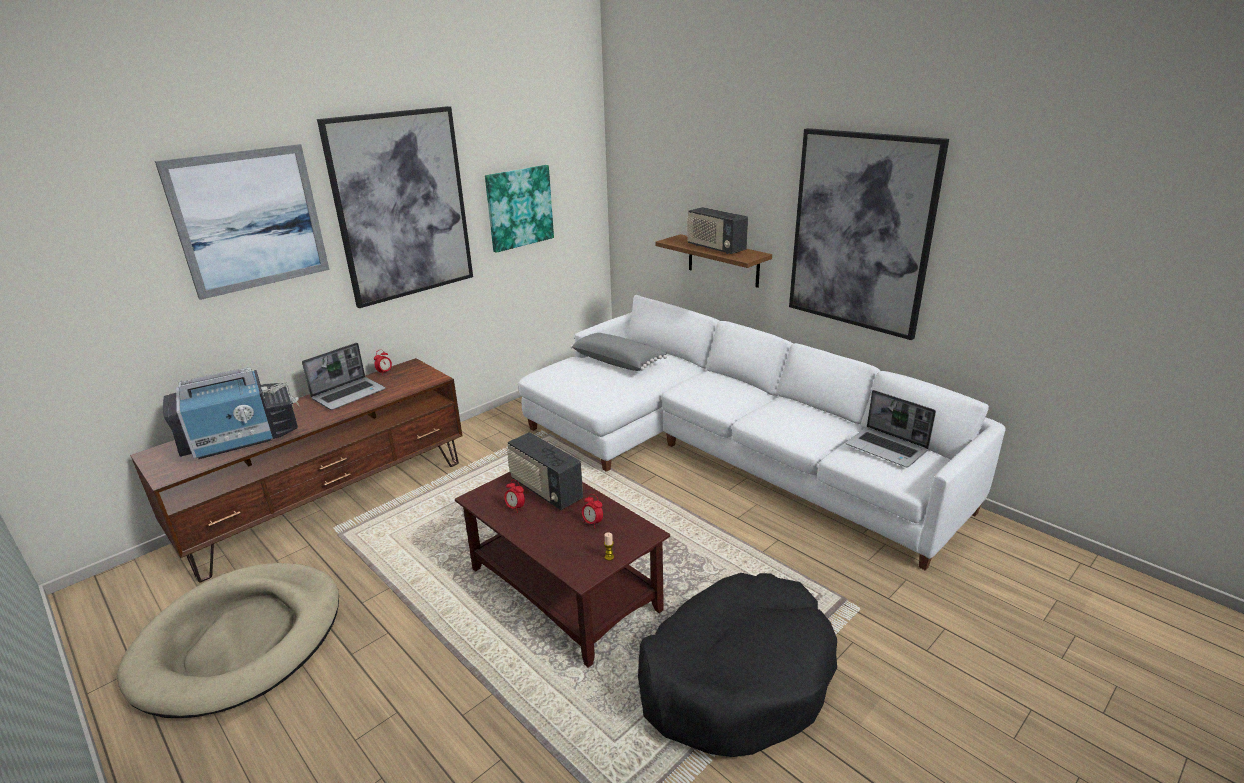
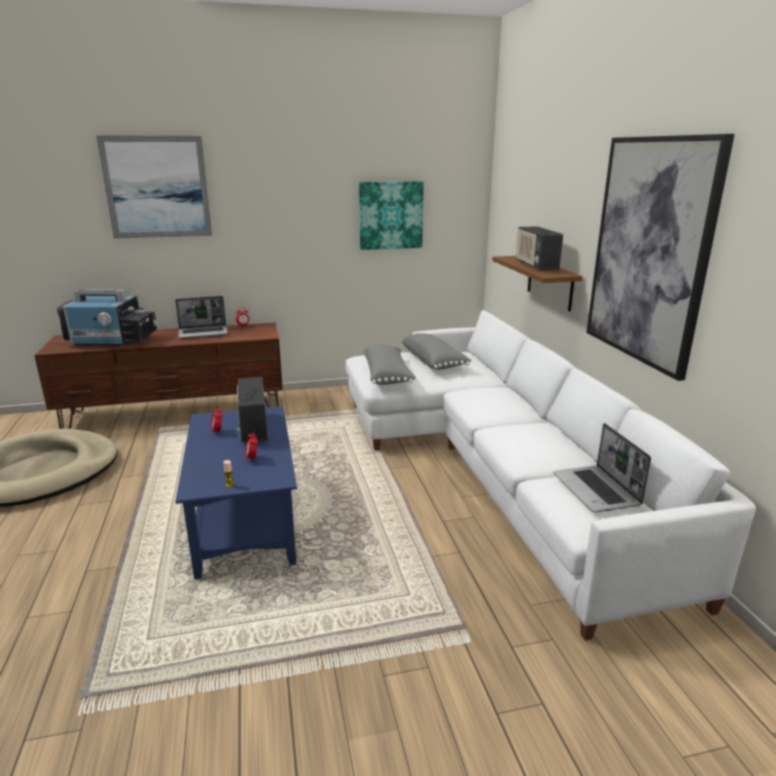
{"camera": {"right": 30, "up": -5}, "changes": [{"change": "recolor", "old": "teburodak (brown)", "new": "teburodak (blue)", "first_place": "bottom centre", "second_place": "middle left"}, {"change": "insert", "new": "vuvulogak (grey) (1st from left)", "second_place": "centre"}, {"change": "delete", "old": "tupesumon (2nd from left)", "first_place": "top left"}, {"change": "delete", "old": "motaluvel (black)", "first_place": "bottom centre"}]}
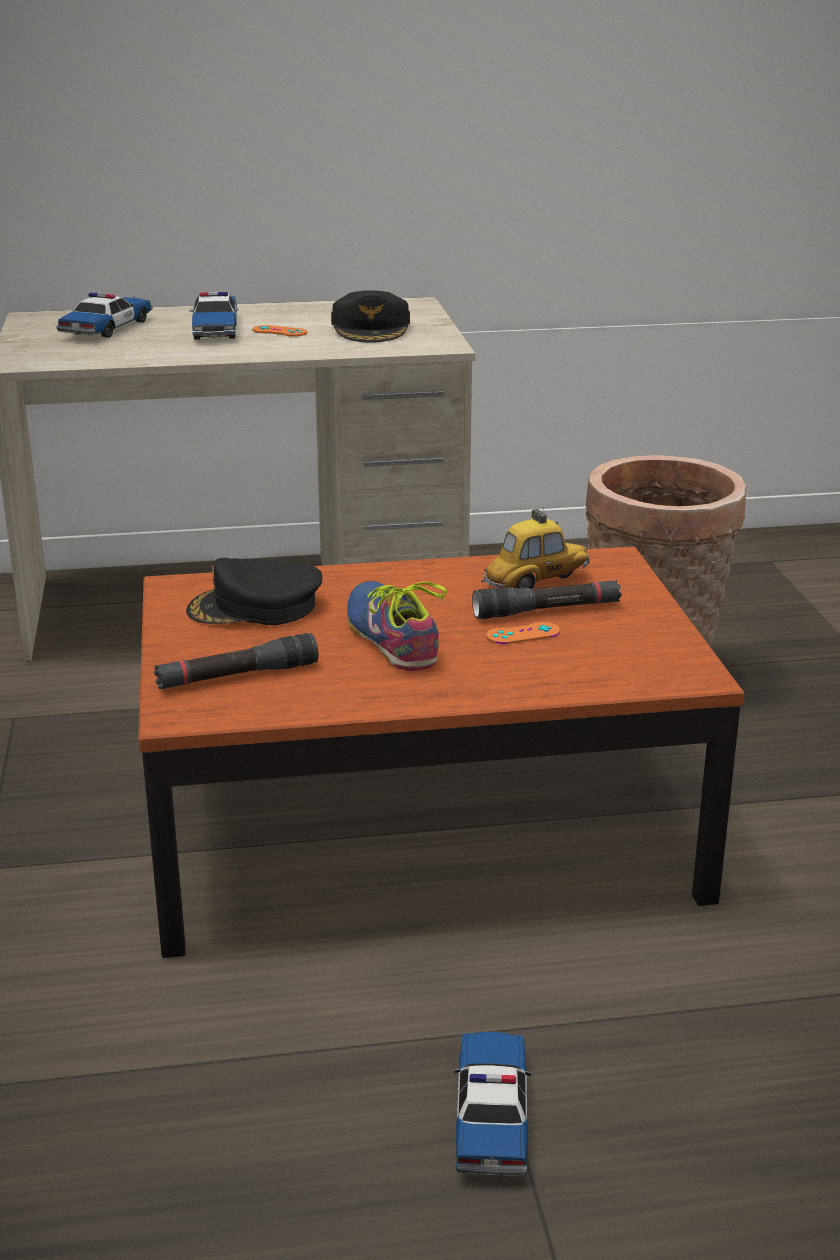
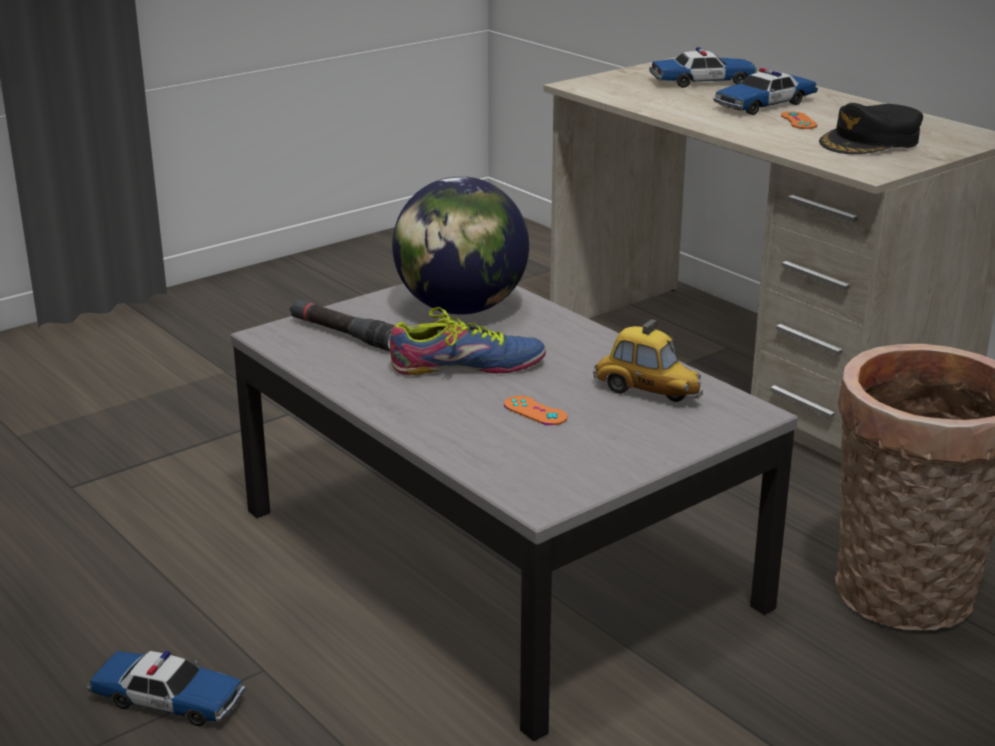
{"camera": {"right": 60, "up": 0}, "changes": [{"change": "rotate", "old": "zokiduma (3rd from left in the first image)", "first_place": "bottom centre", "second_place": "bottom left", "degrees": 45}, {"change": "recolor", "old": "teburodak (brown)", "new": "teburodak (grey)", "first_place": "centre", "second_place": "bottom centre"}, {"change": "rotate", "old": "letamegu", "first_place": "centre", "second_place": "centre", "degrees": 45}, {"change": "replace", "old": "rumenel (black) (1st from left)", "new": "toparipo", "first_place": "middle left", "second_place": "top centre"}, {"change": "delete", "old": "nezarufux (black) (2nd from left)", "first_place": "centre"}]}
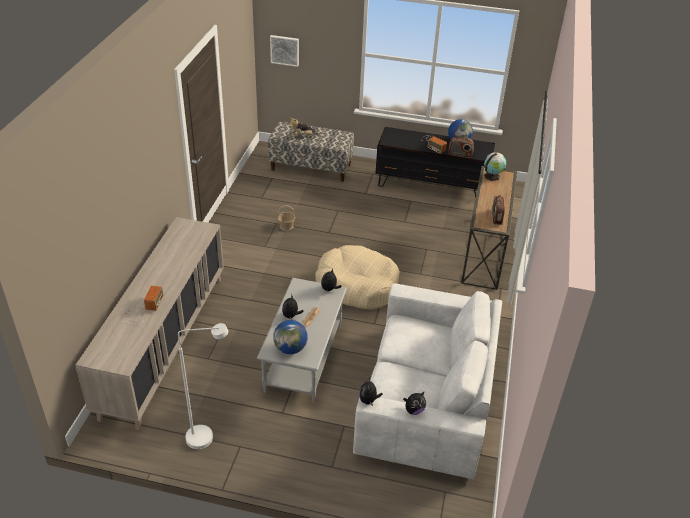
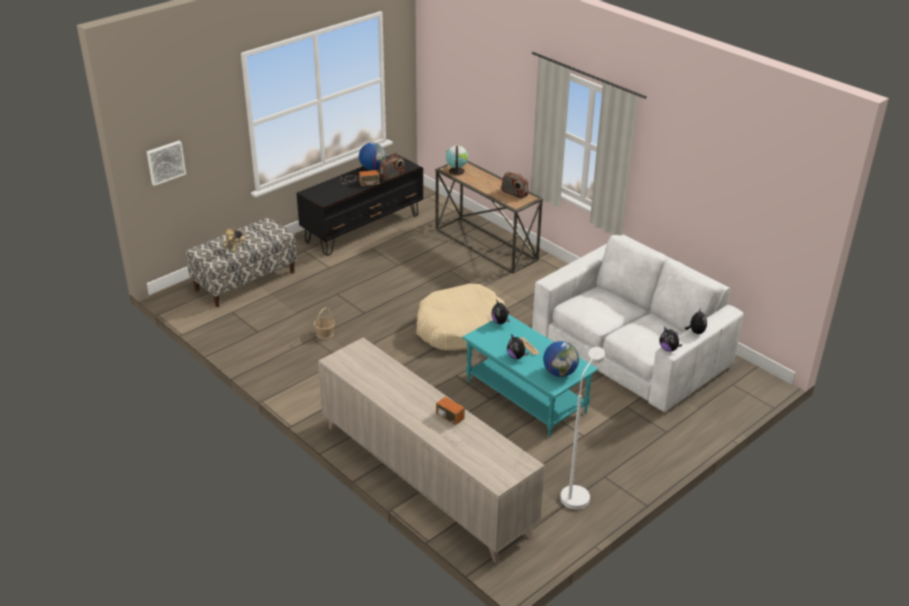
{"camera": {"right": -55, "up": -5}, "changes": [{"change": "recolor", "old": "teburodak (grey)", "new": "teburodak (turquoise)", "first_place": "centre", "second_place": "centre"}]}
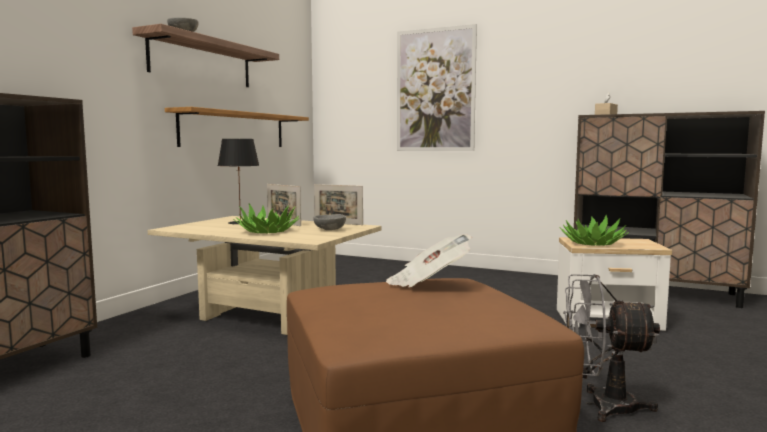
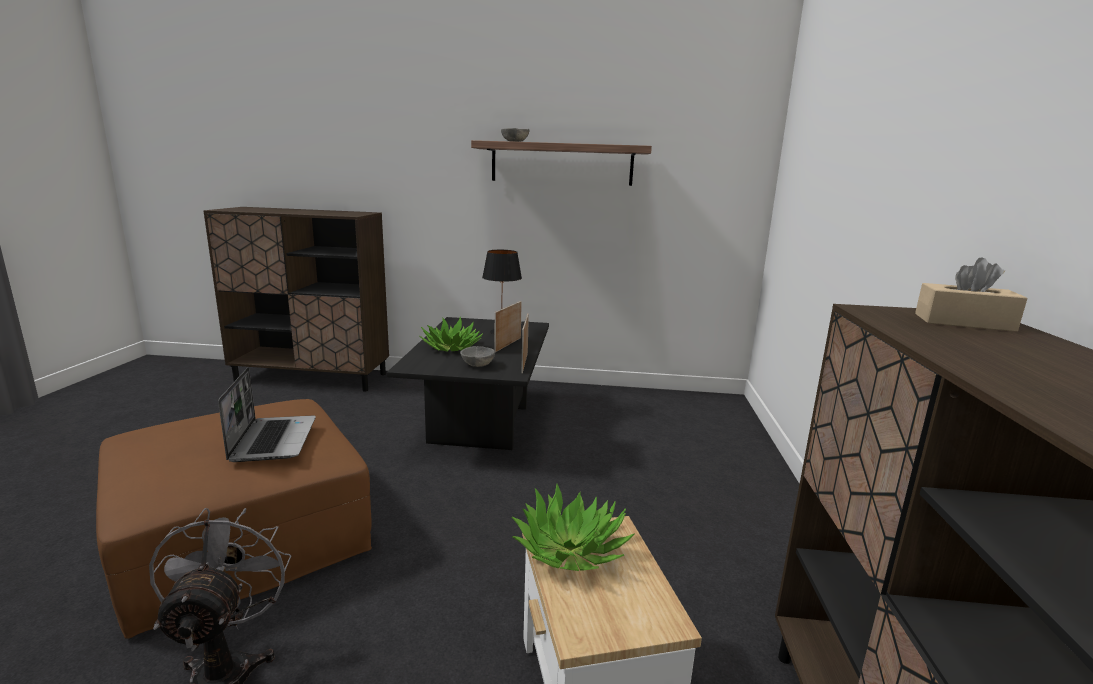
{"camera": {"right": 70, "up": 10}, "changes": [{"change": "replace", "old": "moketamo", "new": "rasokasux", "first_place": "centre", "second_place": "middle left"}, {"change": "recolor", "old": "teburodak (beige)", "new": "teburodak (black)", "first_place": "centre", "second_place": "centre"}, {"change": "delete", "old": "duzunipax (2nd from left)", "first_place": "top left"}, {"change": "delete", "old": "tupesumon", "first_place": "top centre"}]}
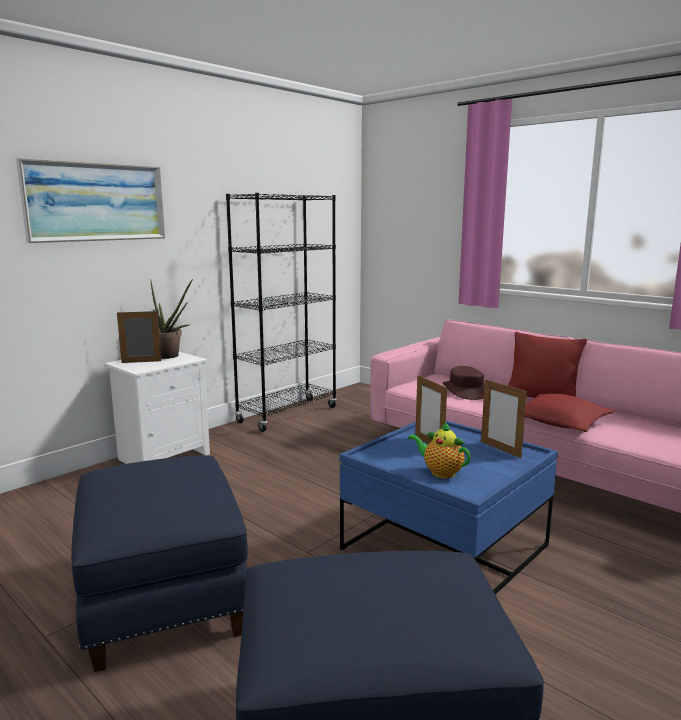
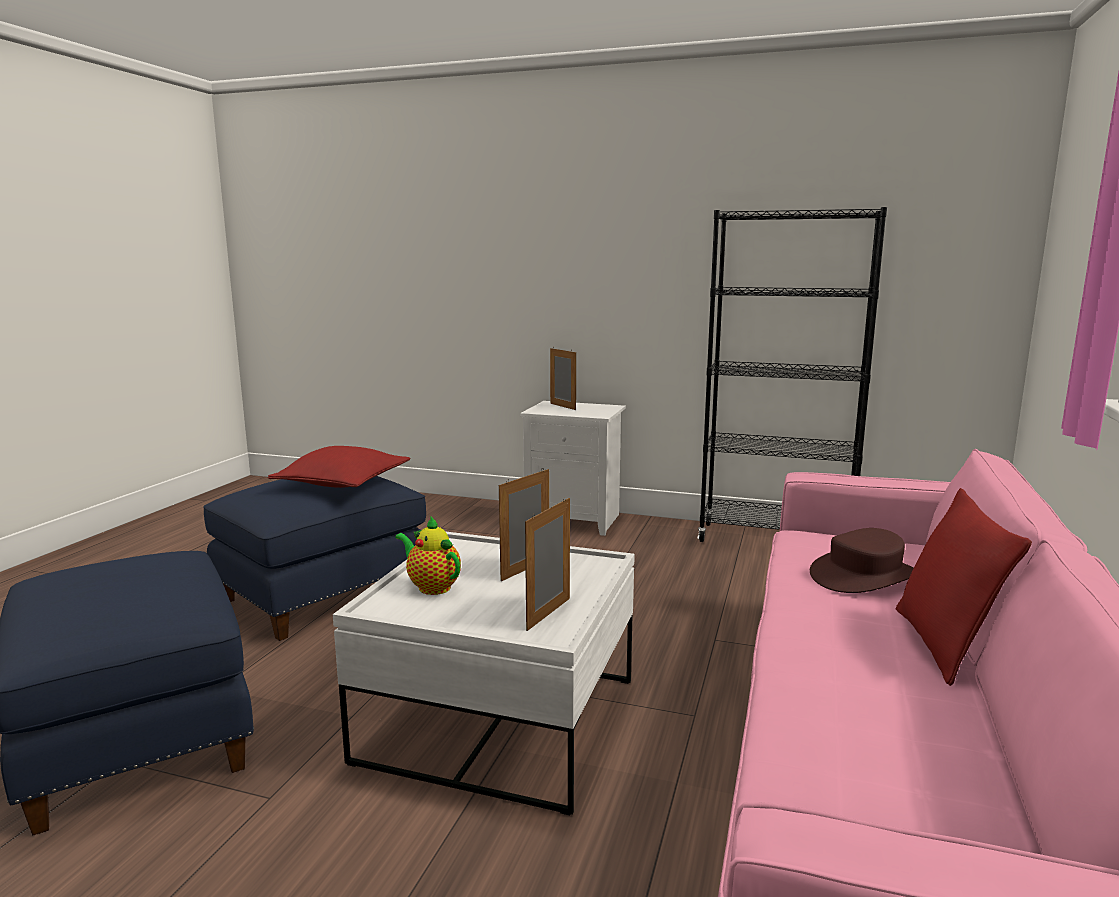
{"camera": {"right": 65, "up": 0}, "changes": [{"change": "move", "old": "vuvulogak (red) (2nd from left in the first image)", "new": "vuvulogak (red) (1st from left)", "first_place": "middle right", "second_place": "middle left"}, {"change": "recolor", "old": "teburodak (blue)", "new": "teburodak (white)", "first_place": "bottom centre", "second_place": "bottom centre"}, {"change": "rotate", "old": "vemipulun", "first_place": "centre", "second_place": "centre", "degrees": -60}, {"change": "delete", "old": "tupesumon", "first_place": "top left"}, {"change": "delete", "old": "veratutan", "first_place": "middle left"}]}
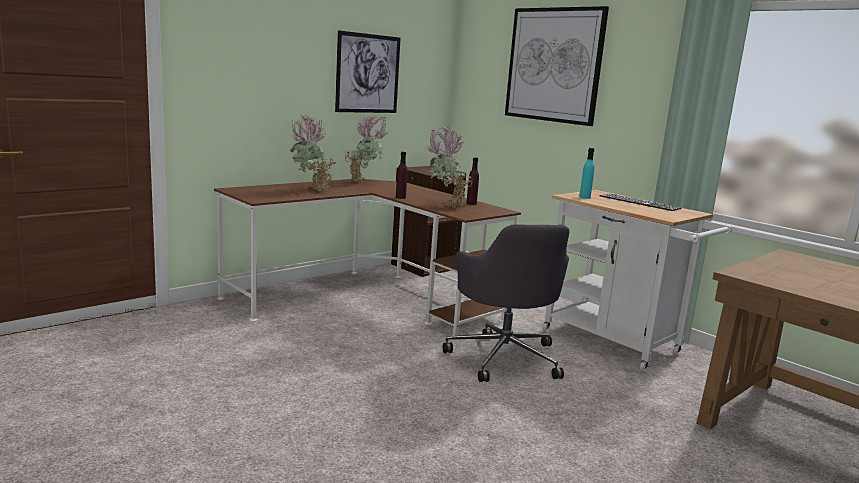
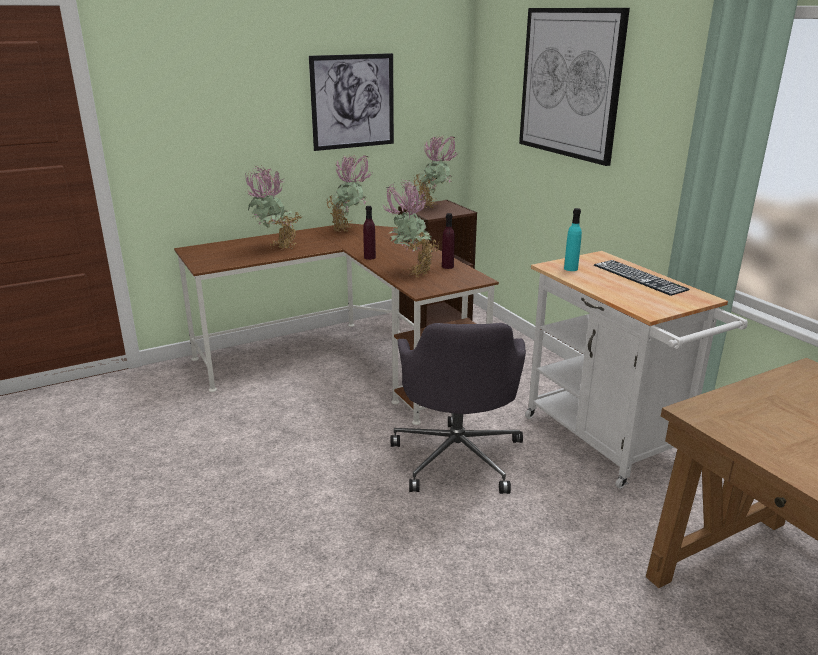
{"camera": {"right": 15, "up": 10}, "changes": [{"change": "insert", "new": "veratutan (4th from left)", "second_place": "top centre"}]}
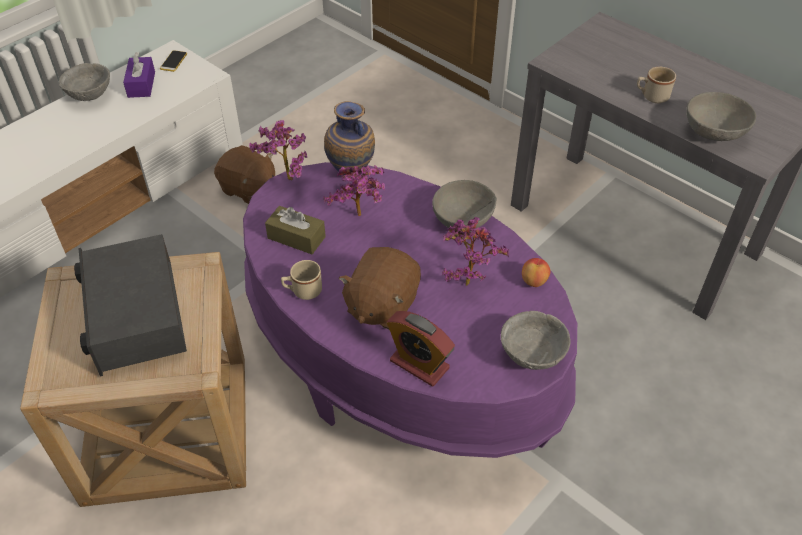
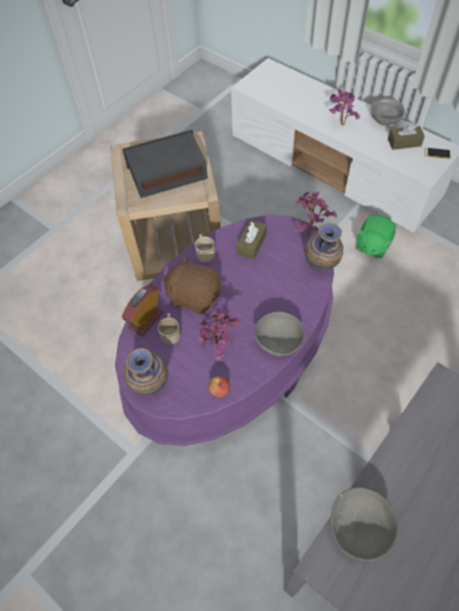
{"camera": {"right": 90, "up": 10}, "changes": [{"change": "replace", "old": "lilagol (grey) (3rd from left)", "new": "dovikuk (1st from left)", "first_place": "middle right", "second_place": "middle left"}, {"change": "move", "old": "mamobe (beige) (2nd from left in the first image)", "new": "mamobe (beige) (1st from left)", "first_place": "top right", "second_place": "centre"}, {"change": "move", "old": "veratutan (2nd from left in the first image)", "new": "veratutan (3rd from left)", "first_place": "centre", "second_place": "top right"}, {"change": "recolor", "old": "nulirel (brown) (1st from left)", "new": "nulirel (green)", "first_place": "top left", "second_place": "middle right"}, {"change": "recolor", "old": "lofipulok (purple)", "new": "lofipulok (brown) (2nd from left)", "first_place": "top left", "second_place": "top right"}]}
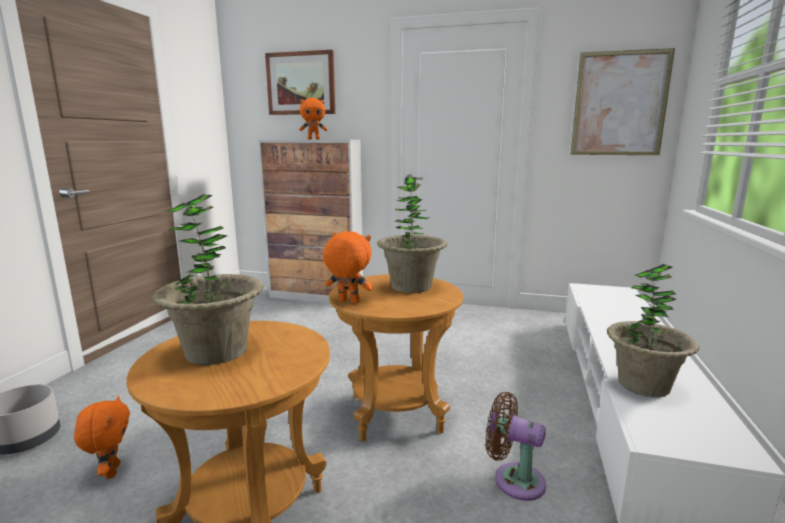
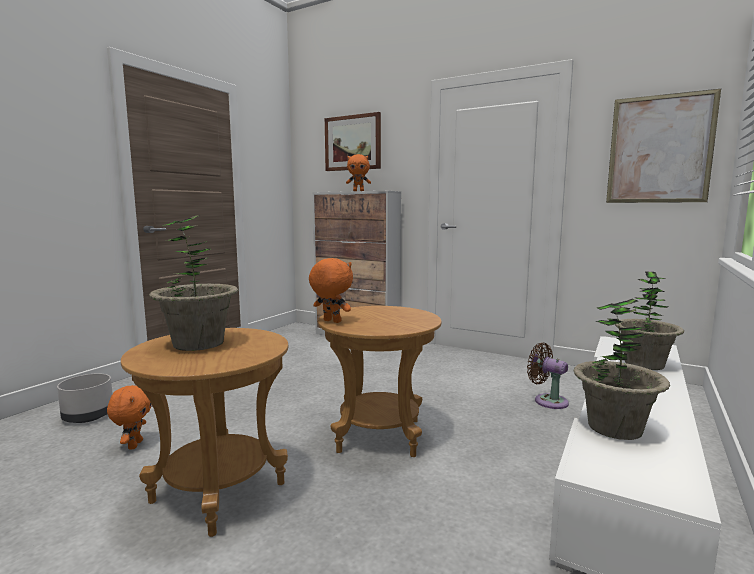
{"camera": {"right": 15, "up": -5}, "changes": [{"change": "move", "old": "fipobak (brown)", "first_place": "bottom centre", "second_place": "middle right"}, {"change": "move", "old": "veratutan (2nd from left in the first image)", "new": "veratutan (3rd from left)", "first_place": "centre", "second_place": "middle right"}]}
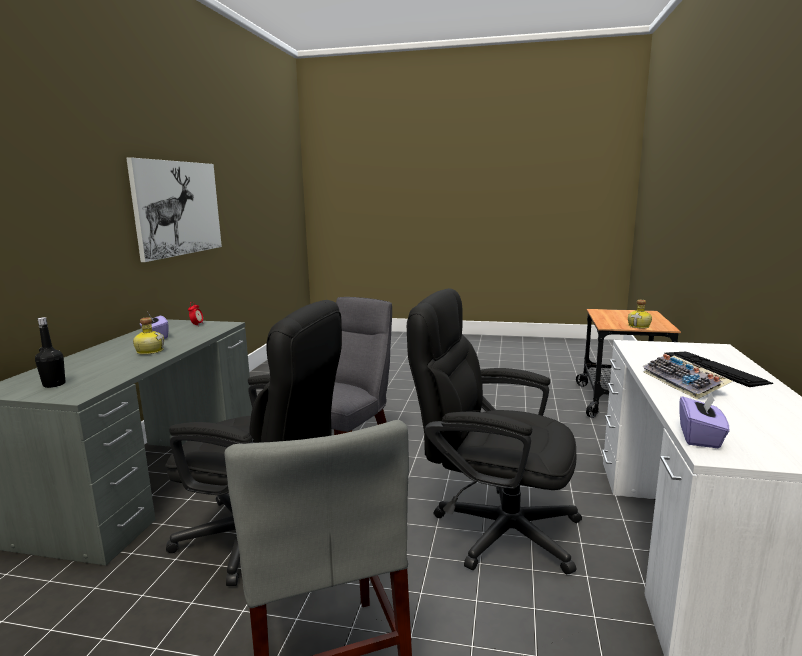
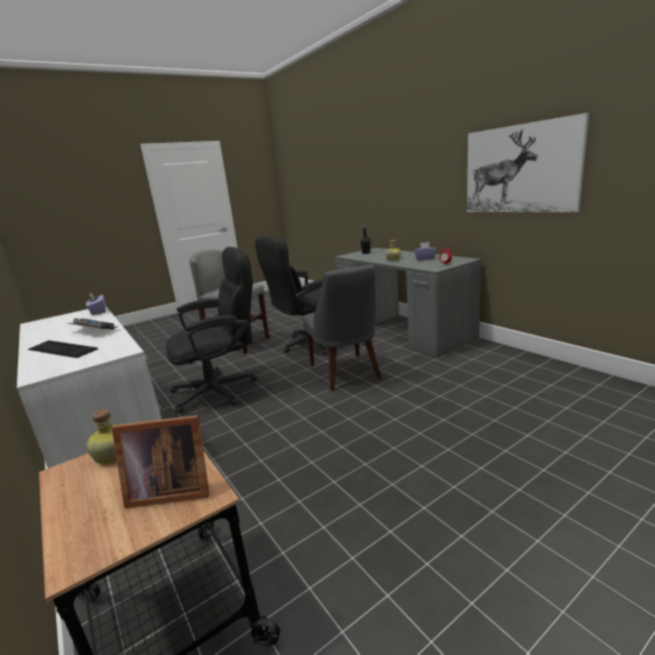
{"camera": {"right": 135, "up": 5}, "changes": [{"change": "insert", "new": "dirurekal", "second_place": "bottom left"}]}
